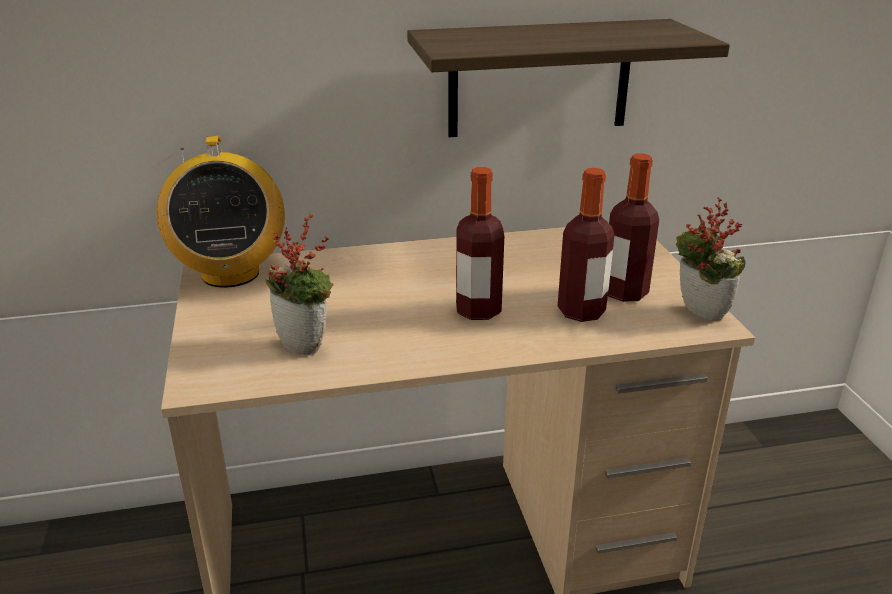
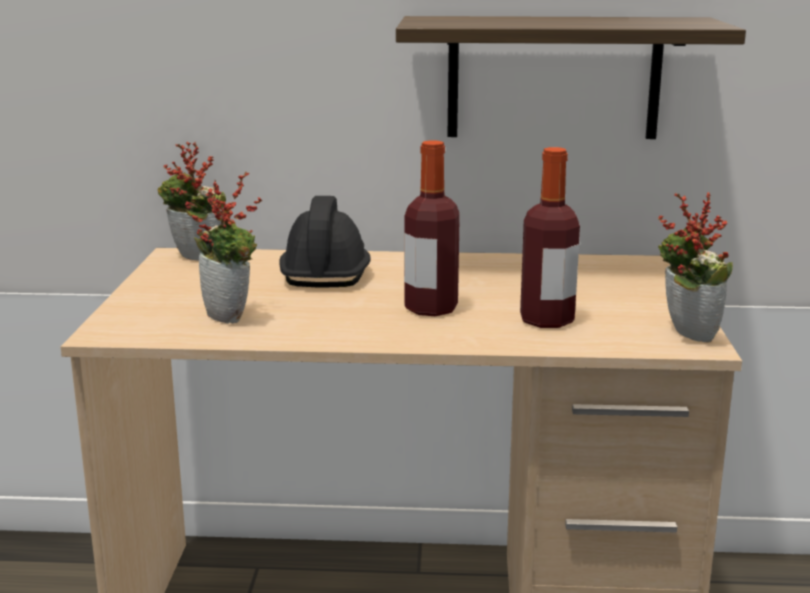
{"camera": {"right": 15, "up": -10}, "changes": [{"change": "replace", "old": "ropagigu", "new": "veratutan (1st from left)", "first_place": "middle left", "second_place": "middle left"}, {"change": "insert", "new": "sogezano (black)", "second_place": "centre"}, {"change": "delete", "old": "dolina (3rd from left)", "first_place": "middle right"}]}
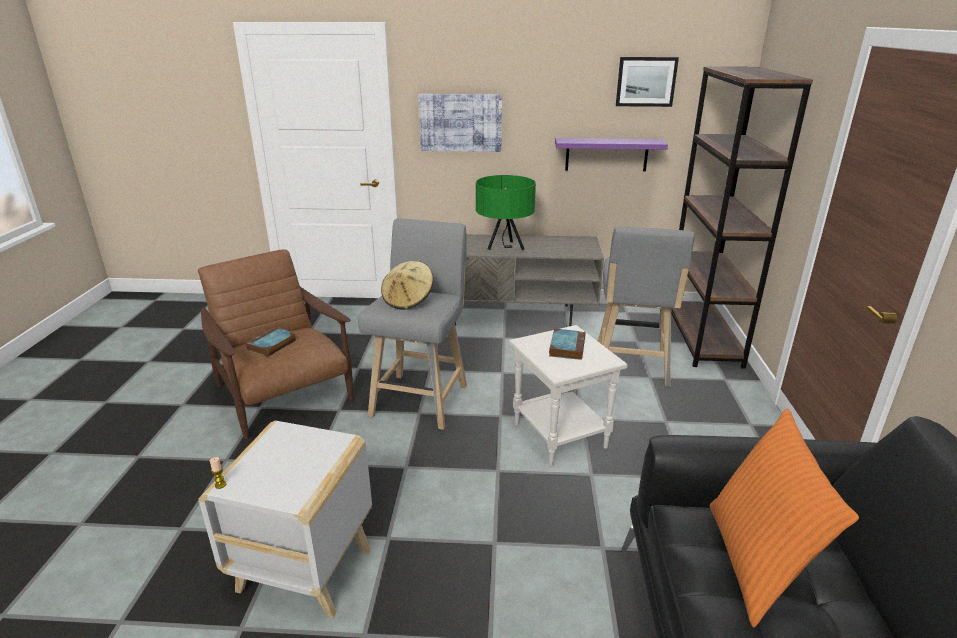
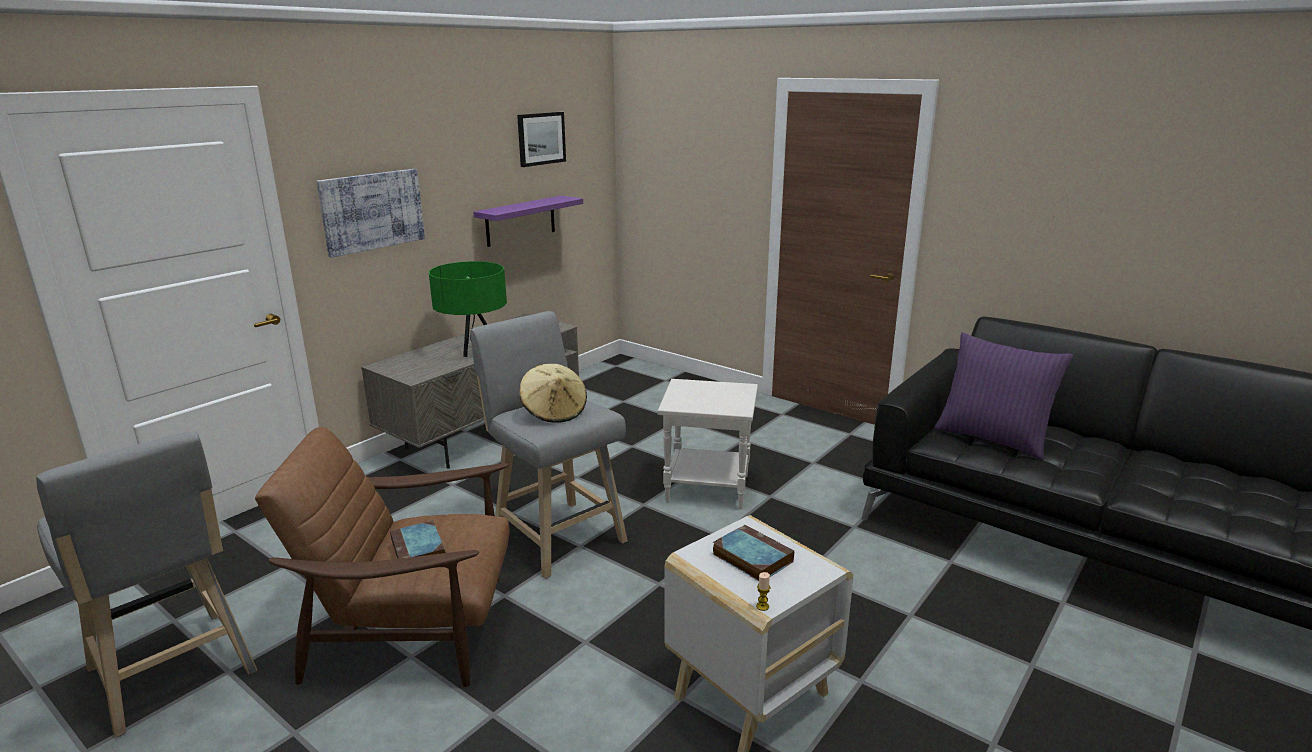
{"camera": {"right": -55, "up": -5}, "changes": [{"change": "move", "old": "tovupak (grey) (2nd from left in the first image)", "new": "tovupak (grey) (1st from left)", "first_place": "middle right", "second_place": "bottom left"}, {"change": "move", "old": "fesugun (2nd from left)", "first_place": "centre", "second_place": "bottom centre"}, {"change": "recolor", "old": "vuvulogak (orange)", "new": "vuvulogak (purple)", "first_place": "bottom right", "second_place": "middle right"}, {"change": "delete", "old": "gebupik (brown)", "first_place": "middle right"}]}
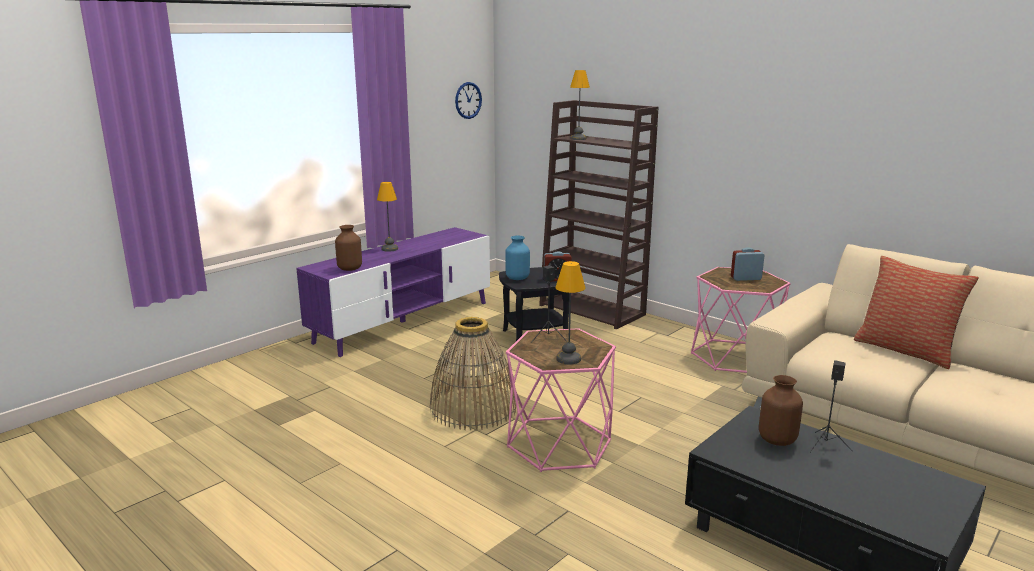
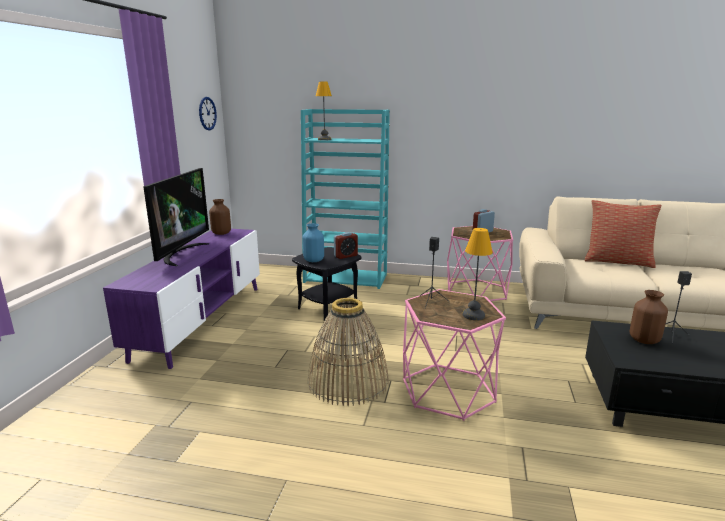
{"camera": {"right": -30, "up": 0}, "changes": [{"change": "replace", "old": "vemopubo (1st from left)", "new": "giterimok", "first_place": "centre", "second_place": "middle left"}, {"change": "move", "old": "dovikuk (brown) (1st from left)", "first_place": "centre", "second_place": "middle left"}, {"change": "recolor", "old": "gebupik (brown)", "new": "gebupik (turquoise)", "first_place": "centre", "second_place": "centre"}]}
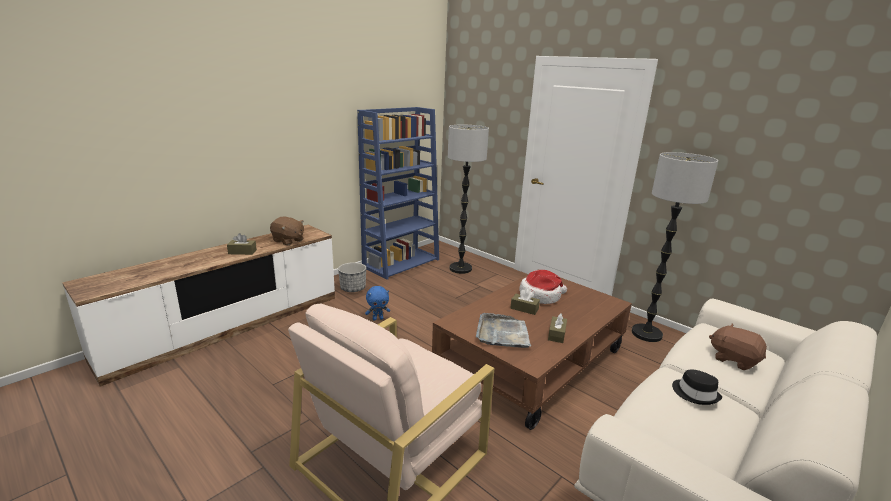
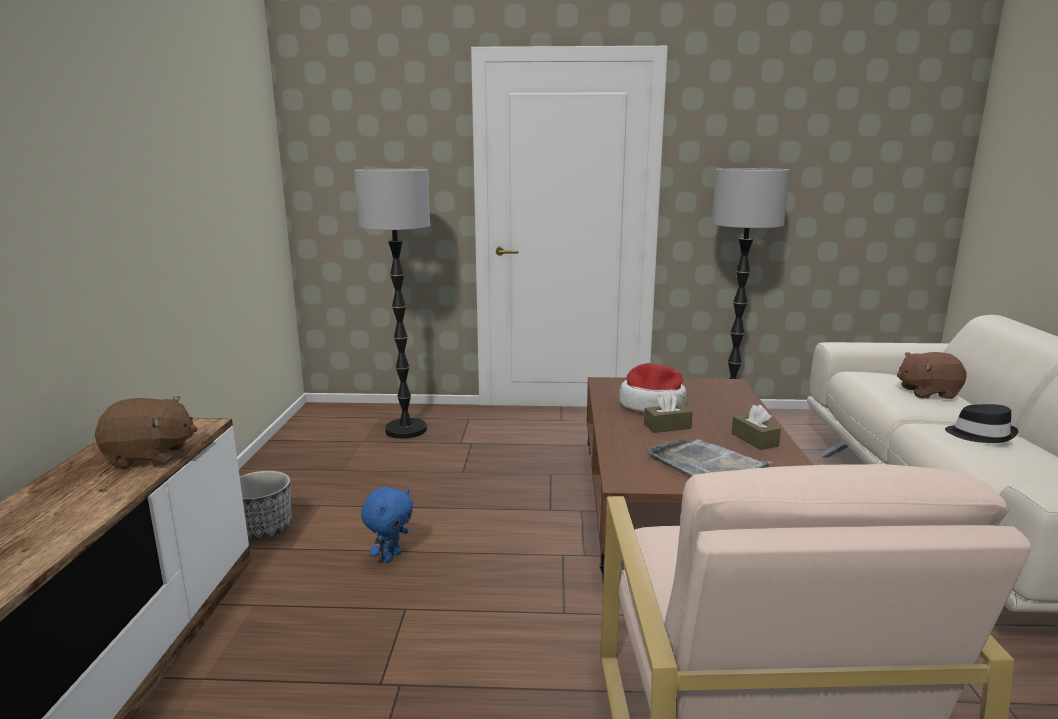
{"camera": {"right": -40, "up": -5}, "changes": [{"change": "delete", "old": "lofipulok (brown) (1st from left)", "first_place": "middle left"}, {"change": "delete", "old": "gebupik (blue)", "first_place": "centre"}]}
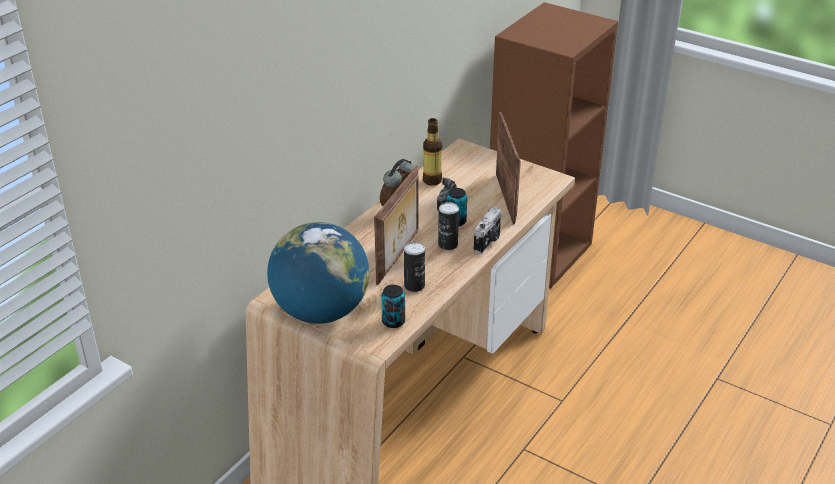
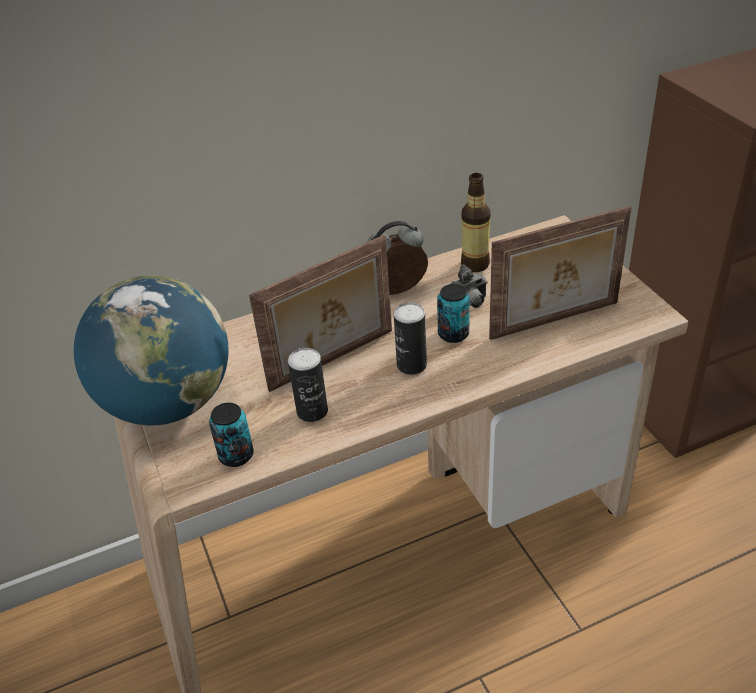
{"camera": {"right": 35, "up": 5}, "changes": [{"change": "rotate", "old": "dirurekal (2nd from left)", "first_place": "centre", "second_place": "middle right", "degrees": 45}, {"change": "delete", "old": "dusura (2nd from left)", "first_place": "centre"}]}
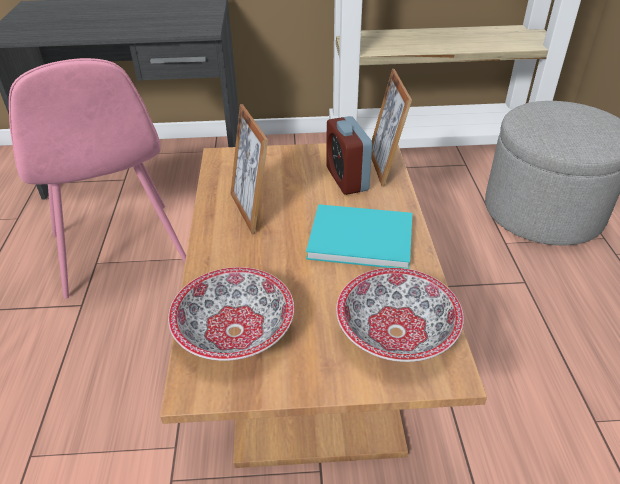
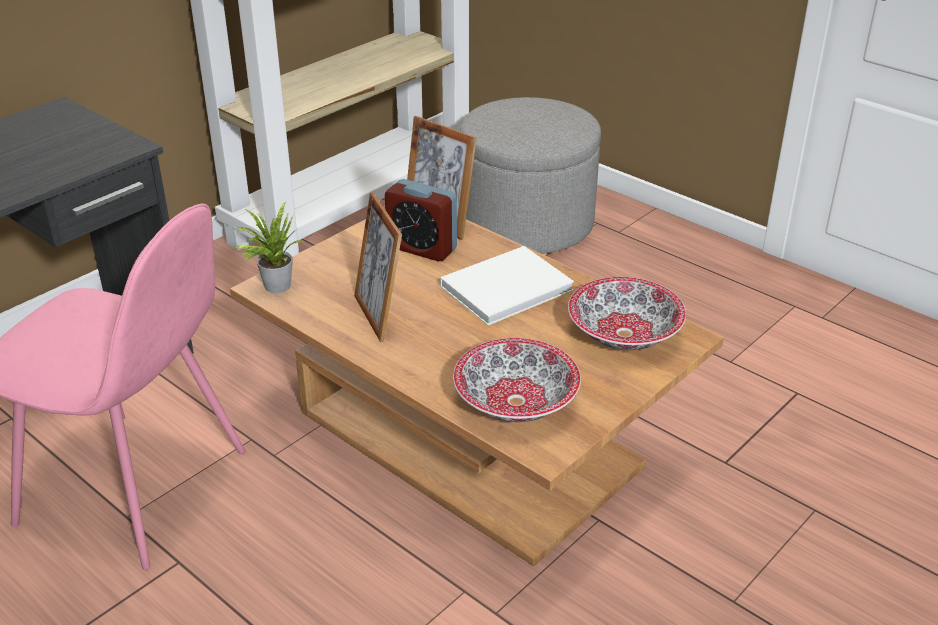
{"camera": {"right": -45, "up": -5}, "changes": [{"change": "insert", "new": "veratutan", "second_place": "middle left"}, {"change": "rotate", "old": "dirurekal (1st from left)", "first_place": "centre", "second_place": "centre", "degrees": 45}, {"change": "recolor", "old": "fesugun (turquoise)", "new": "fesugun (white)", "first_place": "centre", "second_place": "centre"}]}
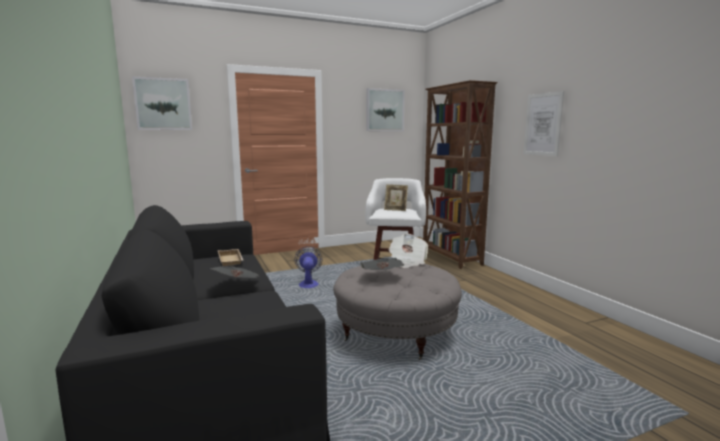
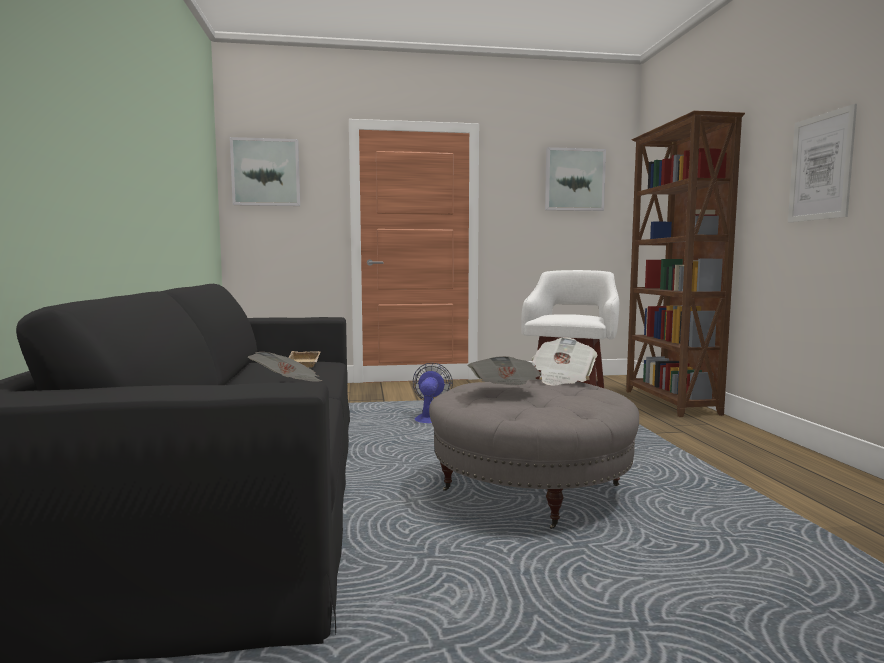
{"camera": {"right": 15, "up": -5}, "changes": [{"change": "delete", "old": "dirurekal", "first_place": "centre"}]}
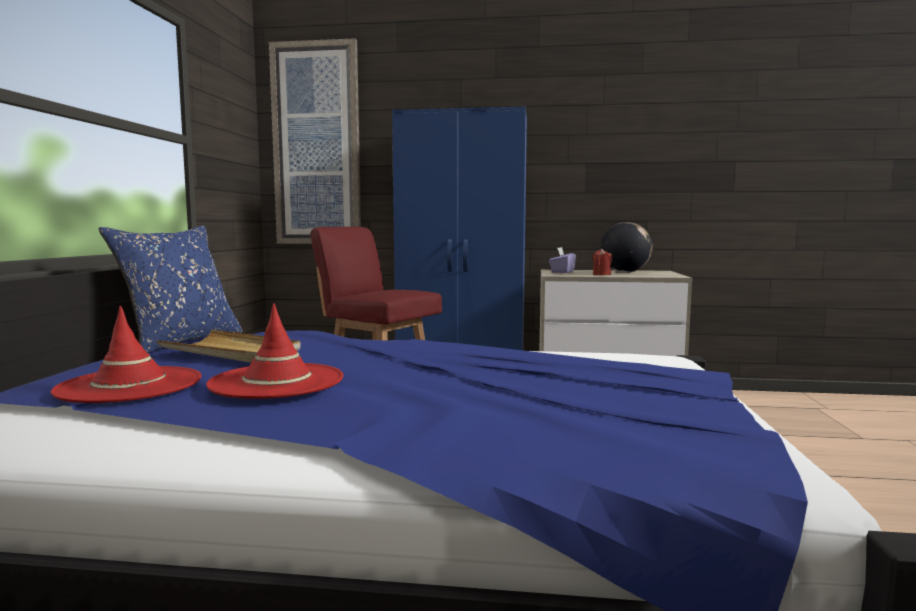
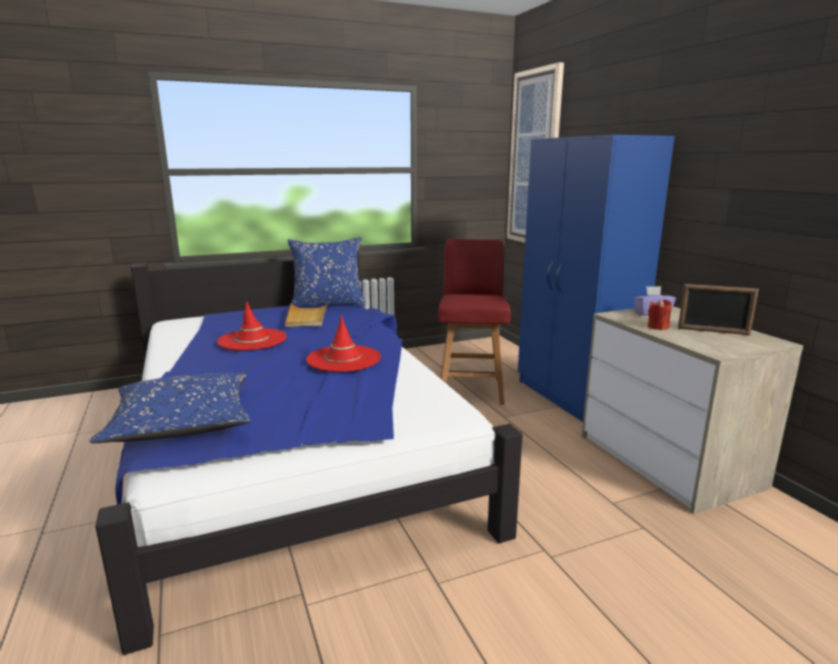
{"camera": {"right": 60, "up": 10}, "changes": [{"change": "insert", "new": "vuvulogak (blue) (1st from left)", "second_place": "middle left"}, {"change": "move", "old": "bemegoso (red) (1st from left in the first image)", "new": "bemegoso (red) (2nd from left)", "first_place": "middle left", "second_place": "centre"}, {"change": "replace", "old": "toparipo", "new": "dirurekal", "first_place": "middle right", "second_place": "middle right"}]}
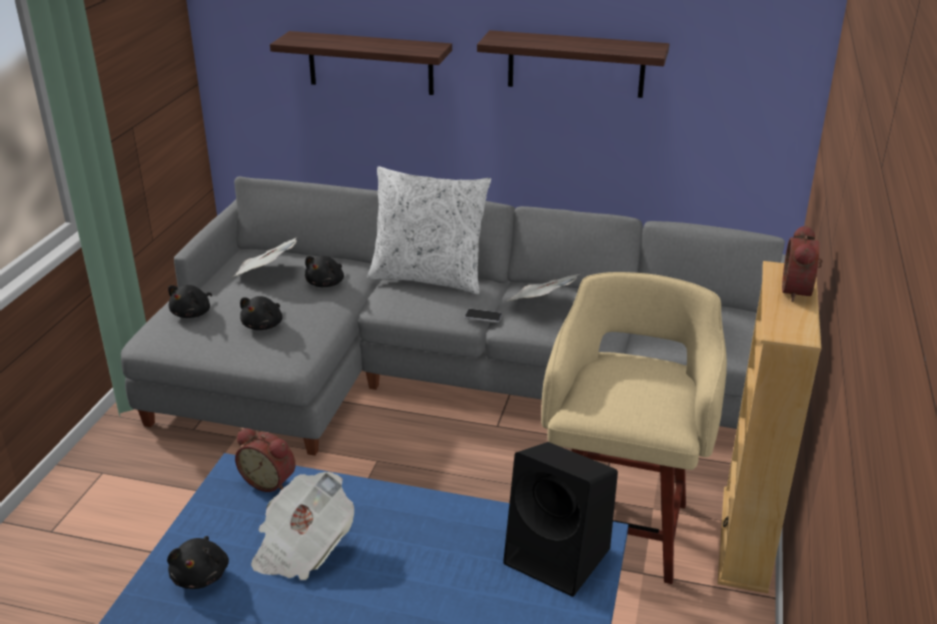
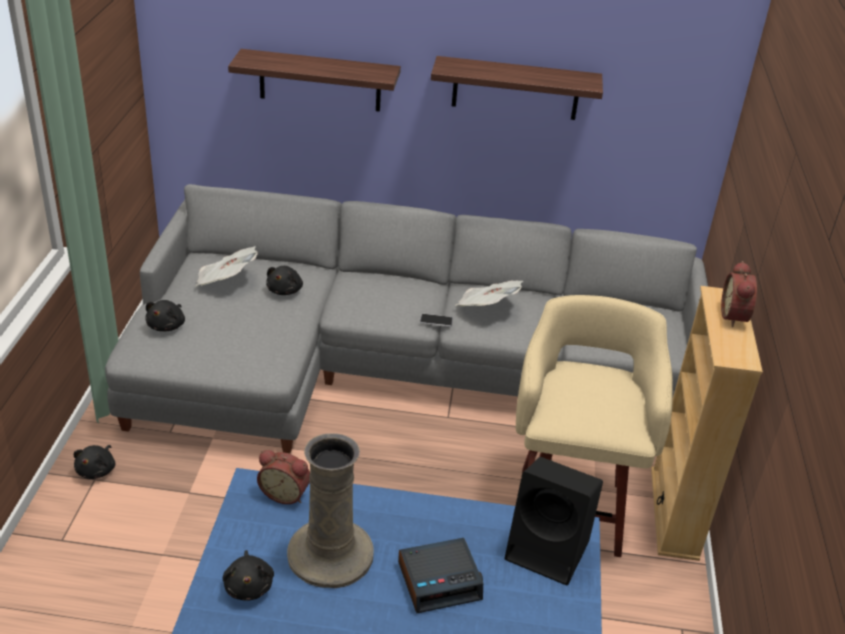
{"camera": {"right": -10, "up": 5}, "changes": [{"change": "move", "old": "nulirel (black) (3rd from left in the first image)", "new": "nulirel (black) (1st from left)", "first_place": "middle left", "second_place": "bottom left"}, {"change": "replace", "old": "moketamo (2nd from left)", "new": "dovikuk (beige)", "first_place": "bottom left", "second_place": "bottom centre"}, {"change": "insert", "new": "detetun (2nd from left)", "second_place": "bottom centre"}, {"change": "delete", "old": "vuvulogak (white)", "first_place": "centre"}]}
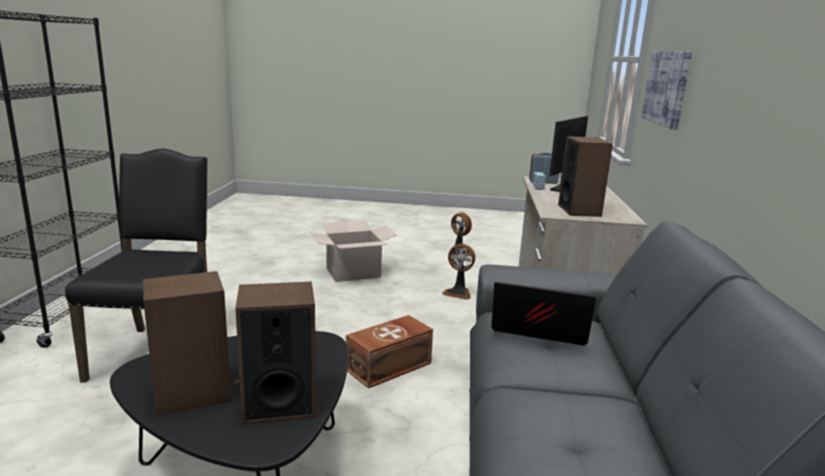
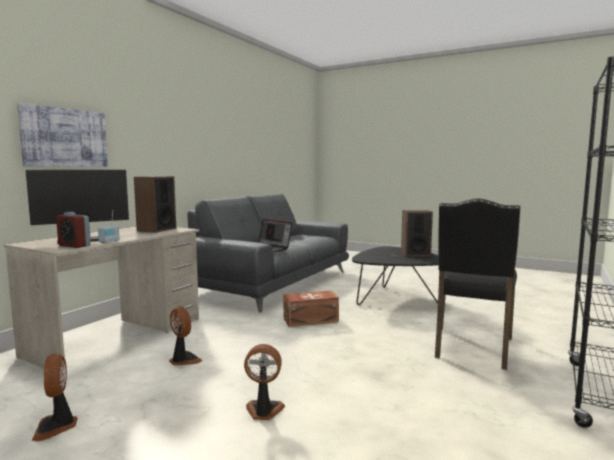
{"camera": {"right": -155, "up": -10}, "changes": [{"change": "replace", "old": "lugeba", "new": "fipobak (3rd from left)", "first_place": "centre", "second_place": "bottom centre"}, {"change": "delete", "old": "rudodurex (2nd from left)", "first_place": "bottom centre"}]}
